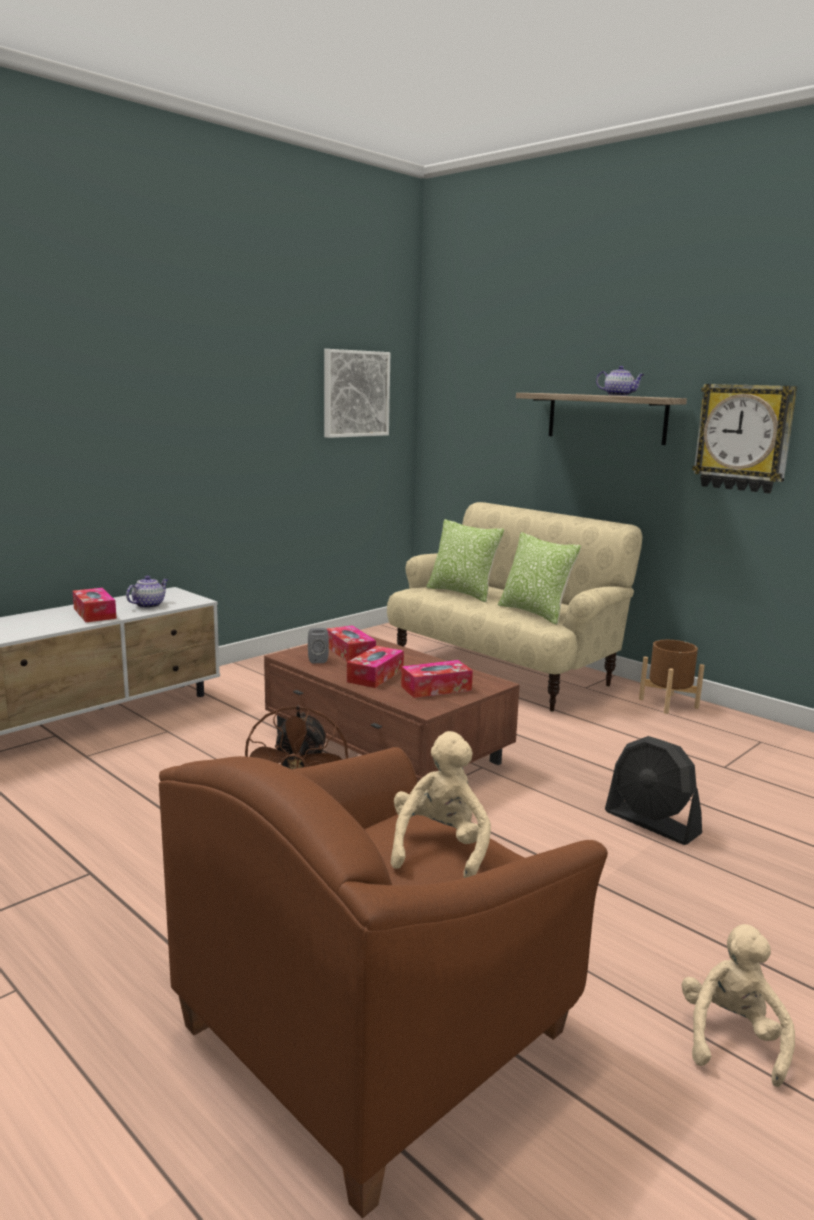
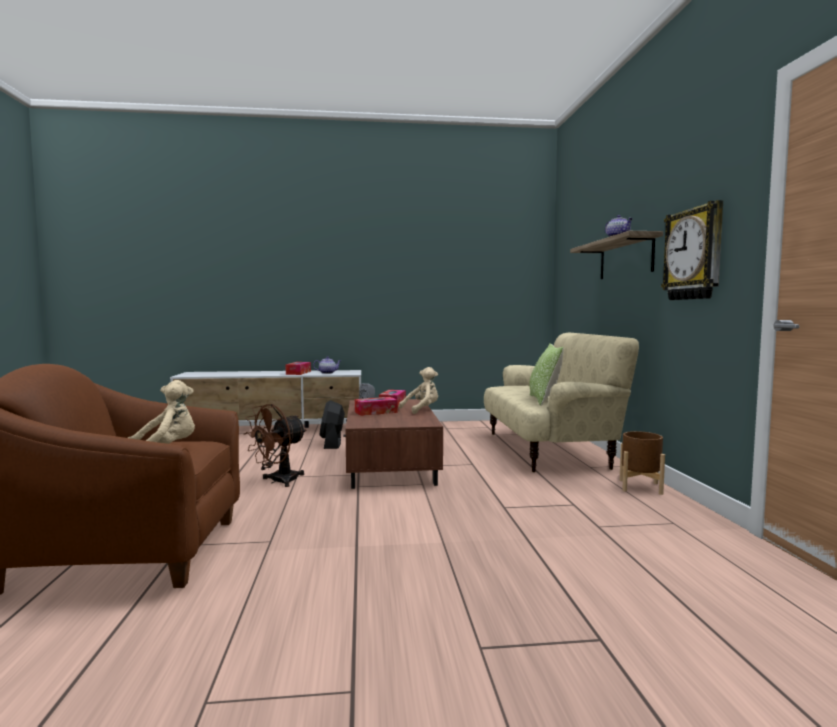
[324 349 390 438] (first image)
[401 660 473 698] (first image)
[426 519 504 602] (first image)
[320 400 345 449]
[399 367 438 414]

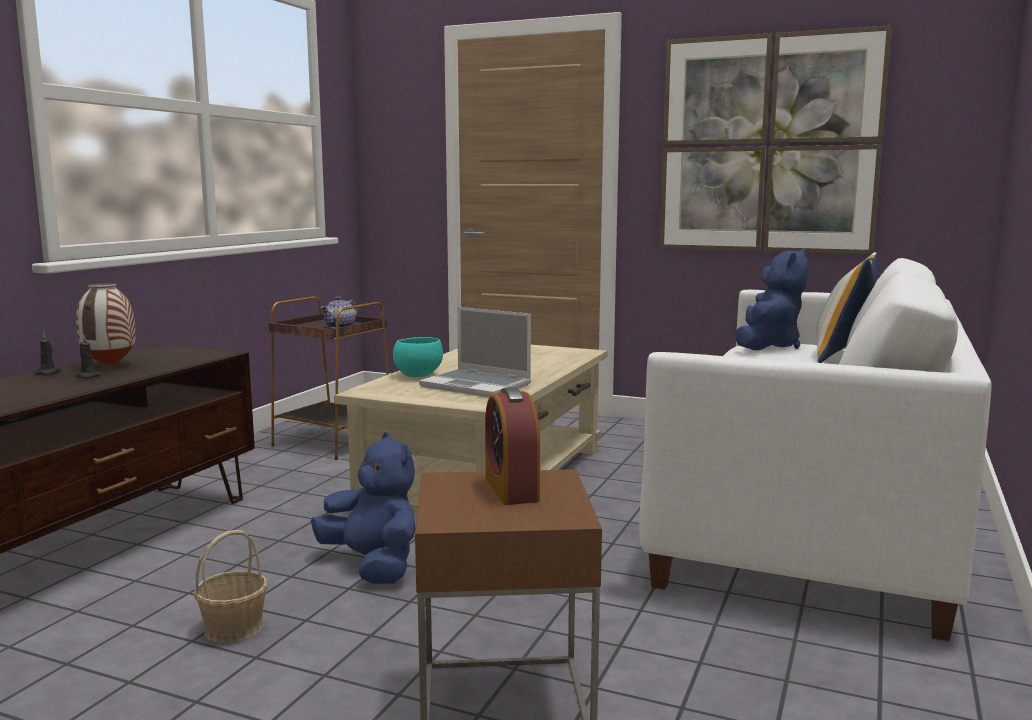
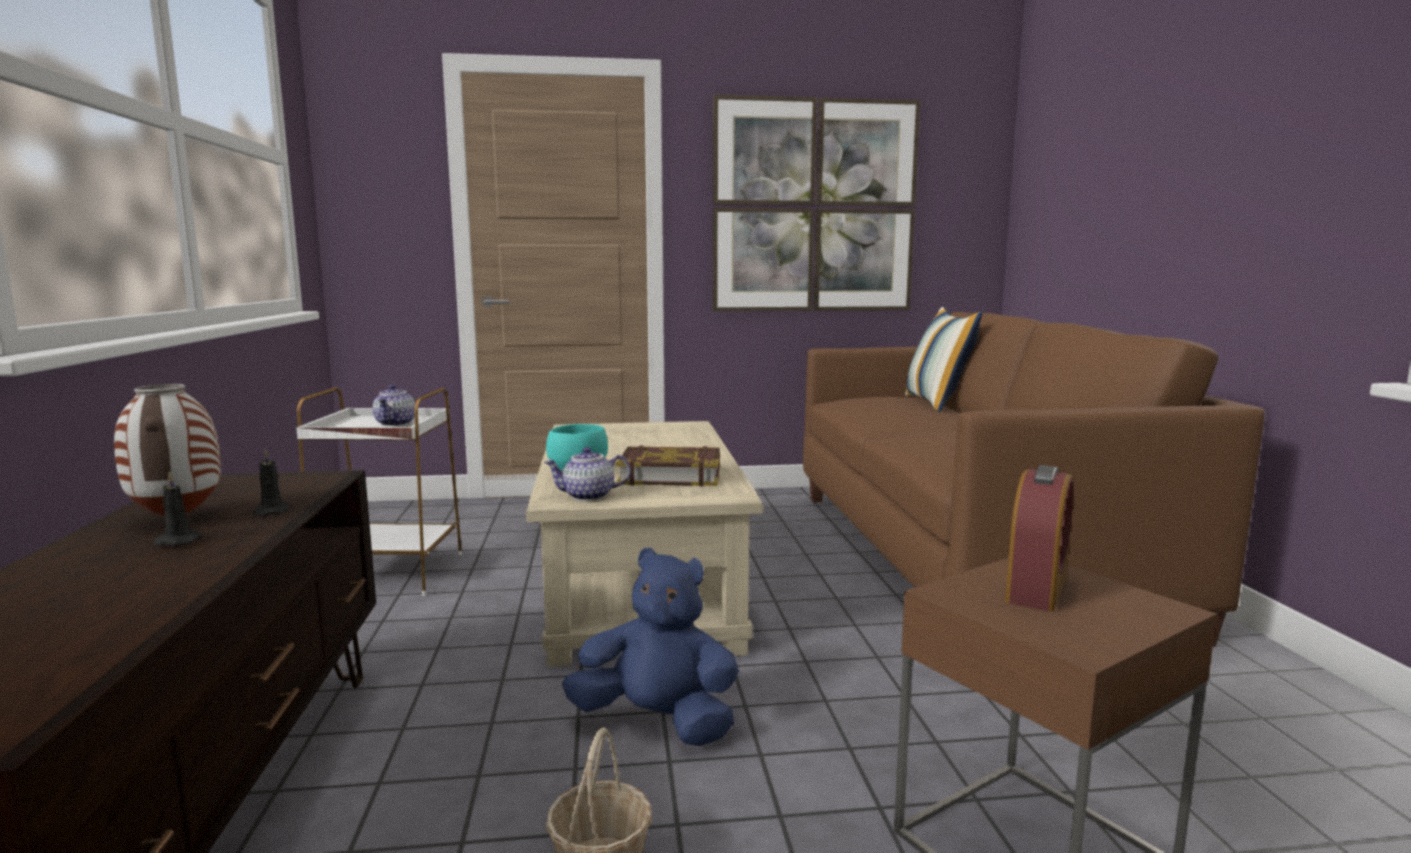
[253 449 290 516]
[296 387 462 596]
[616 445 720 486]
[1005 465 1074 611]
[803 312 1265 647]
[735 249 809 350] (first image)
[544 447 631 501]

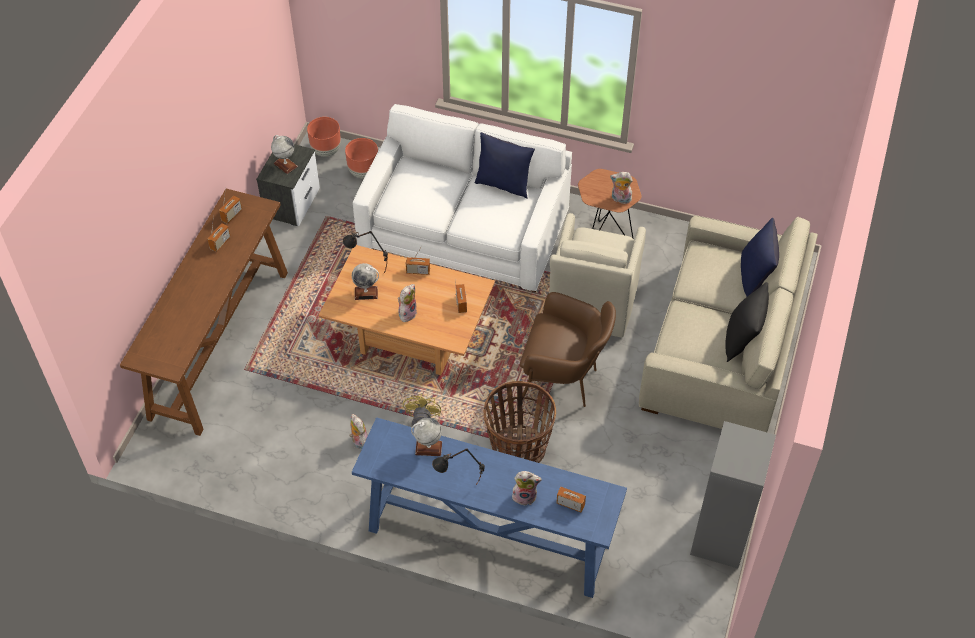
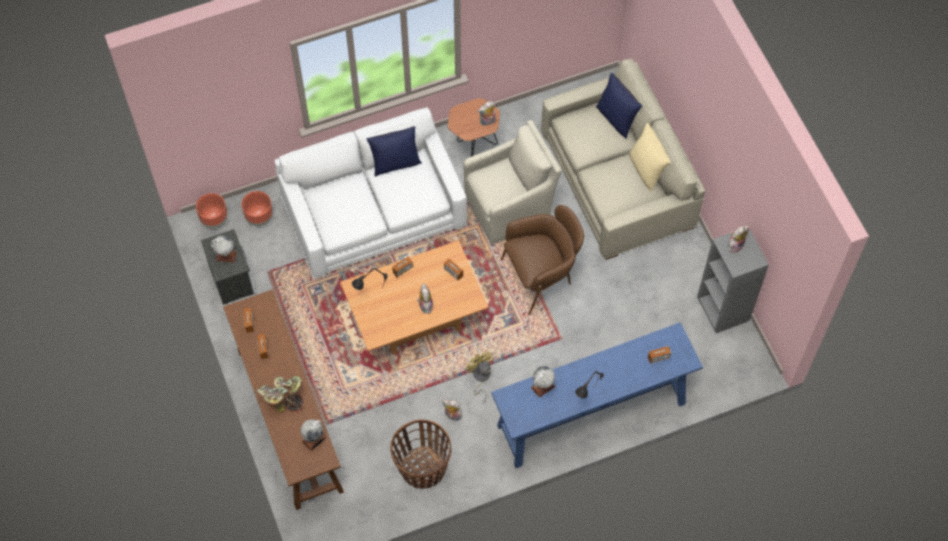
[300 419 326 451]
[390 419 452 489]
[728 226 749 253]
[463 120 562 244]
[629 123 671 192]
[257 376 304 413]

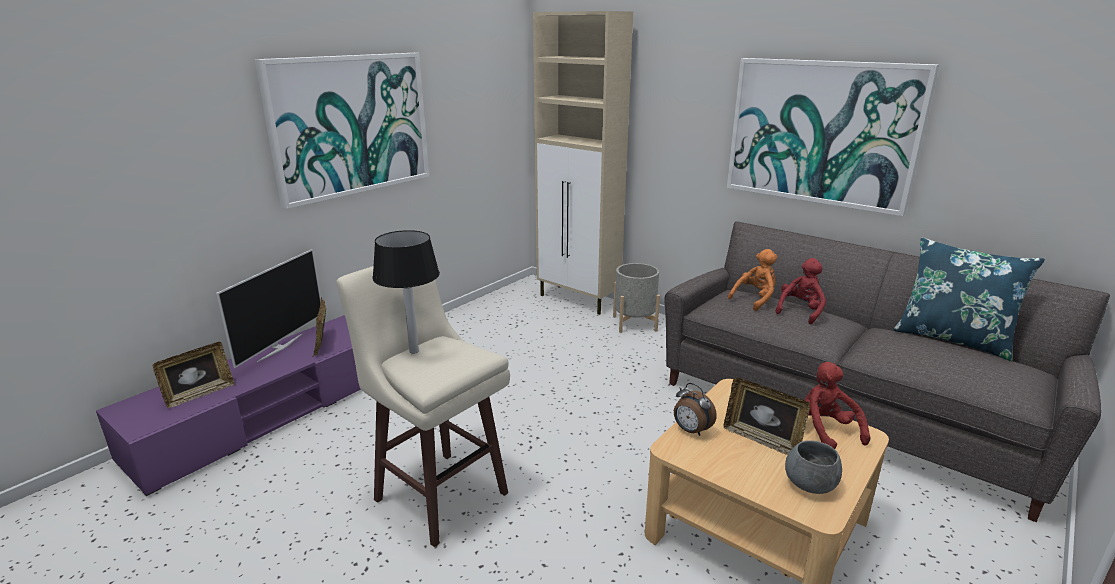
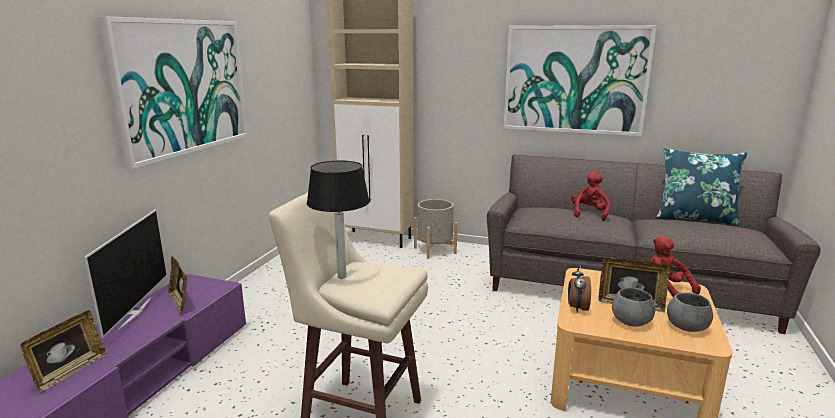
[568 265 591 313]
[728 249 778 311] (first image)
[612 288 655 327]

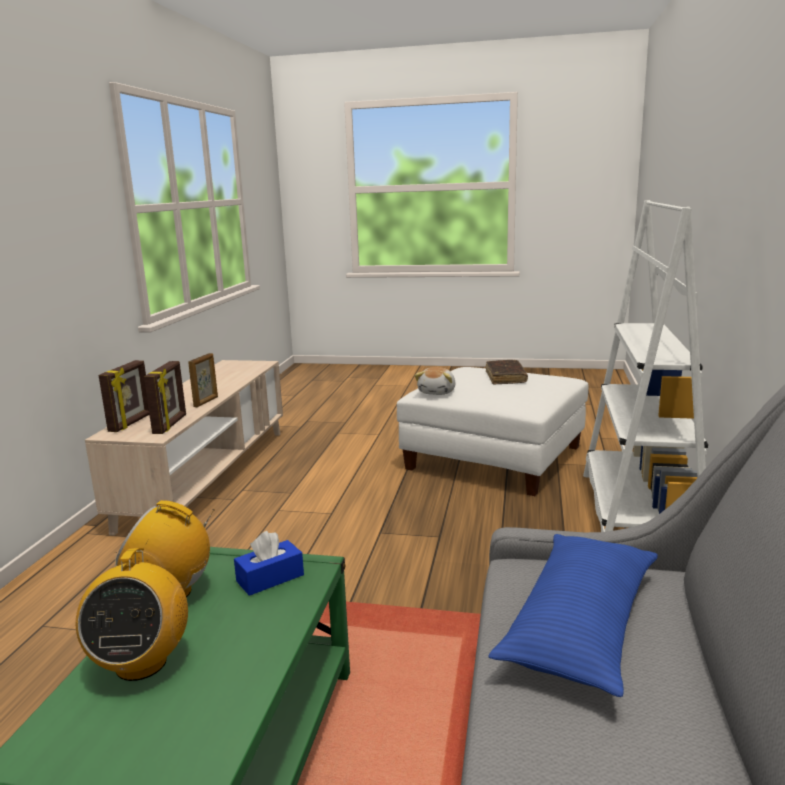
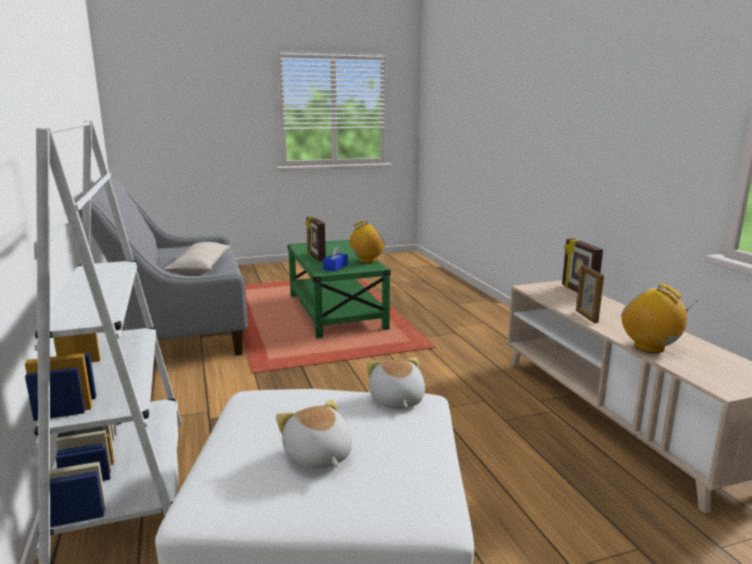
[621 284 698 353]
[306 217 326 262]
[276 399 352 469]
[163 242 230 274]

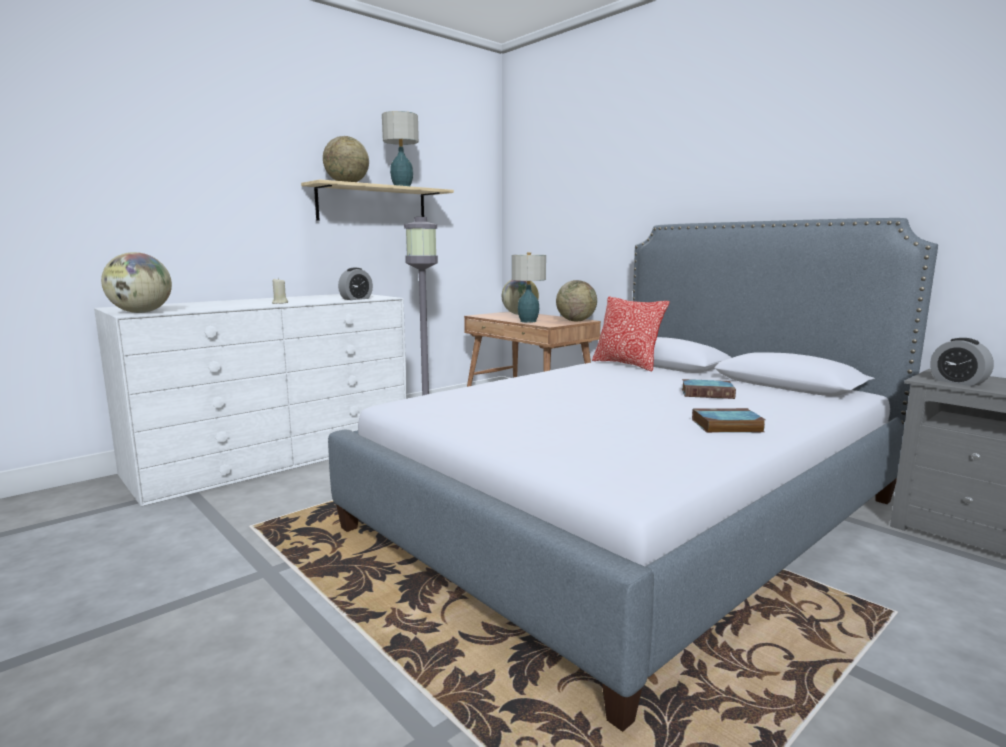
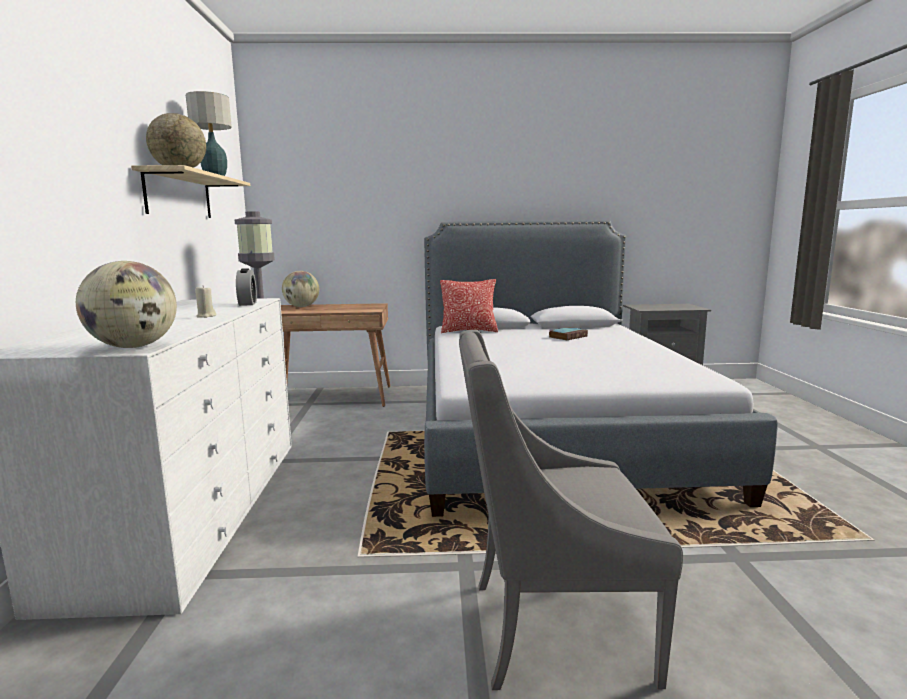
[512 252 546 323] (first image)
[556 280 597 321] (first image)
[692 408 766 433] (first image)
[930 338 994 386] (first image)
[459 330 683 690]

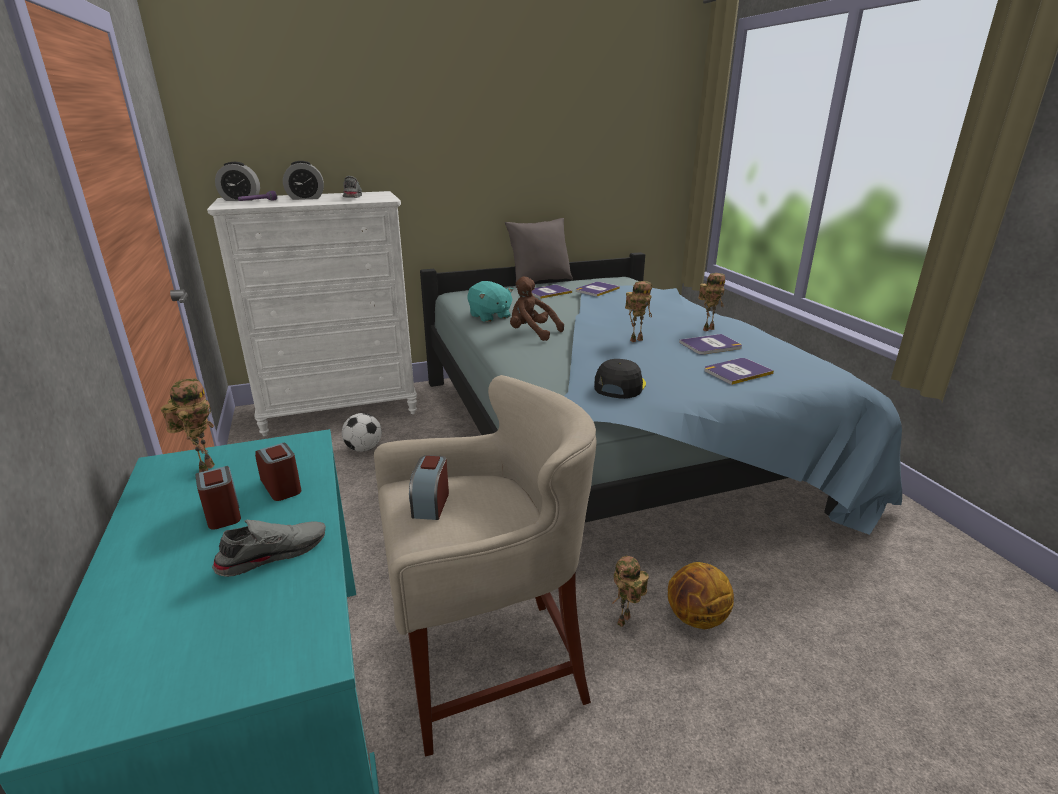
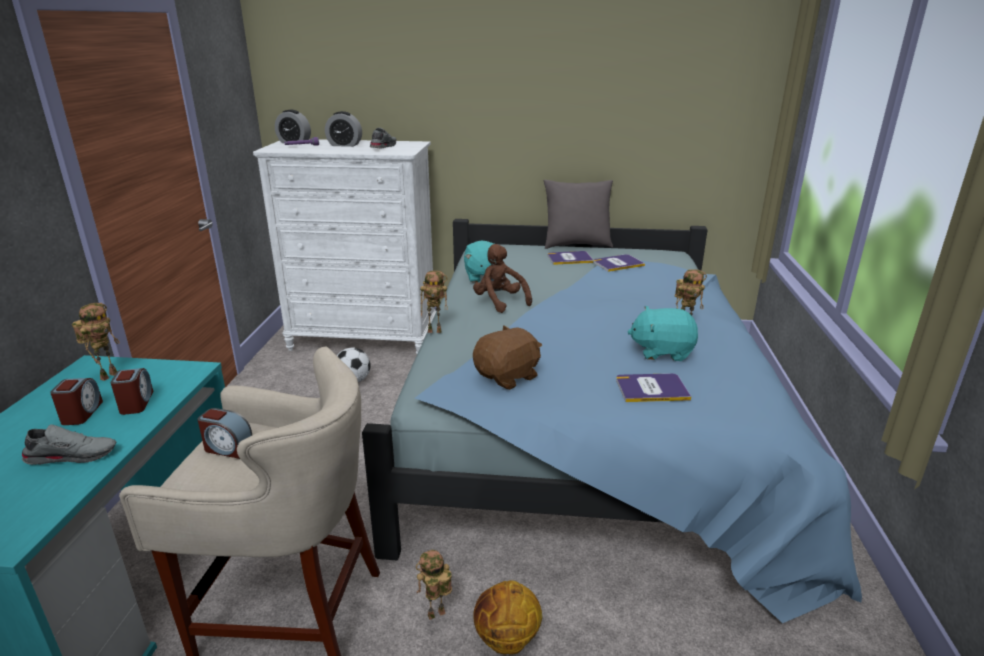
[197 408 252 459]
[473 325 542 390]
[420 271 448 333]
[628 306 698 361]

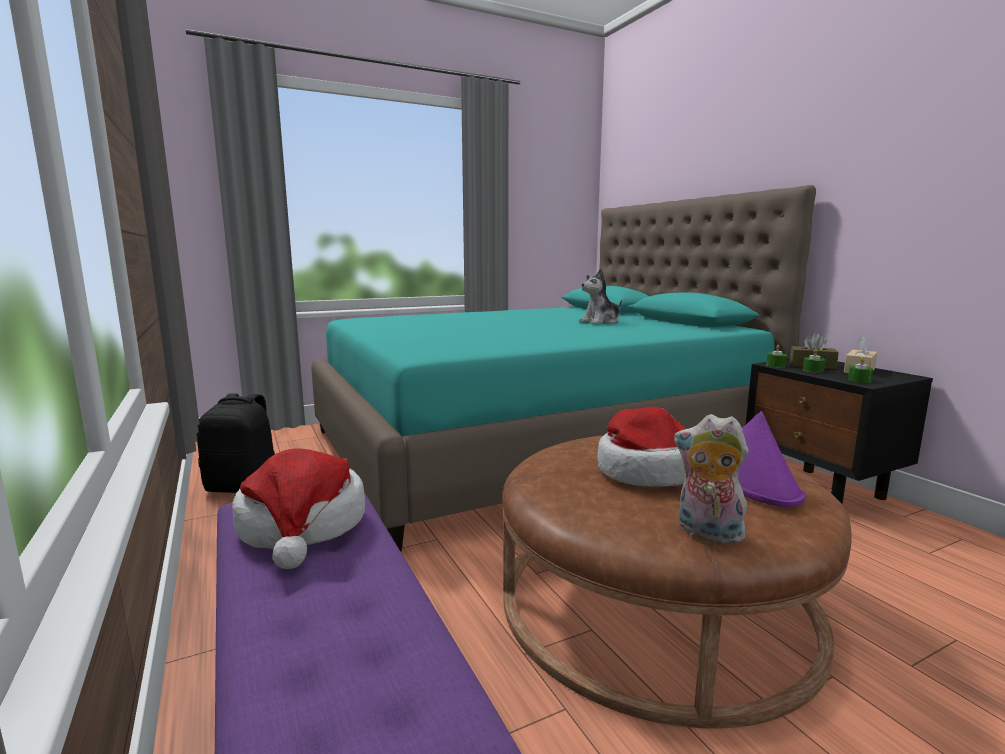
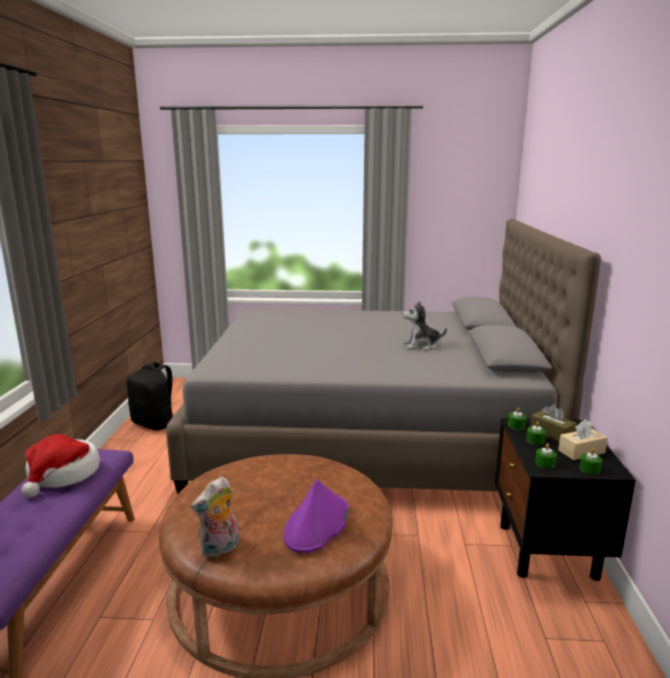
[166 219 601 495]
[597 407 685 487] (first image)
[191 477 239 559]
[579 448 602 474]

